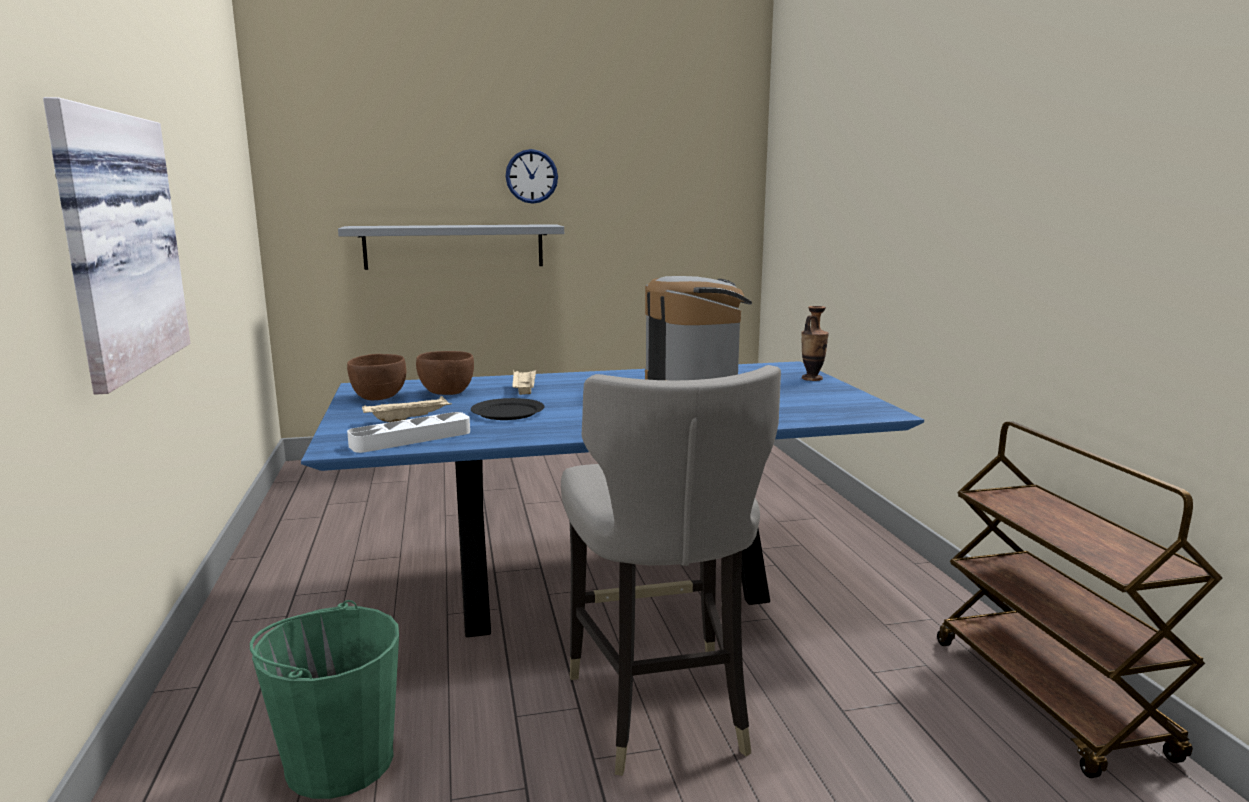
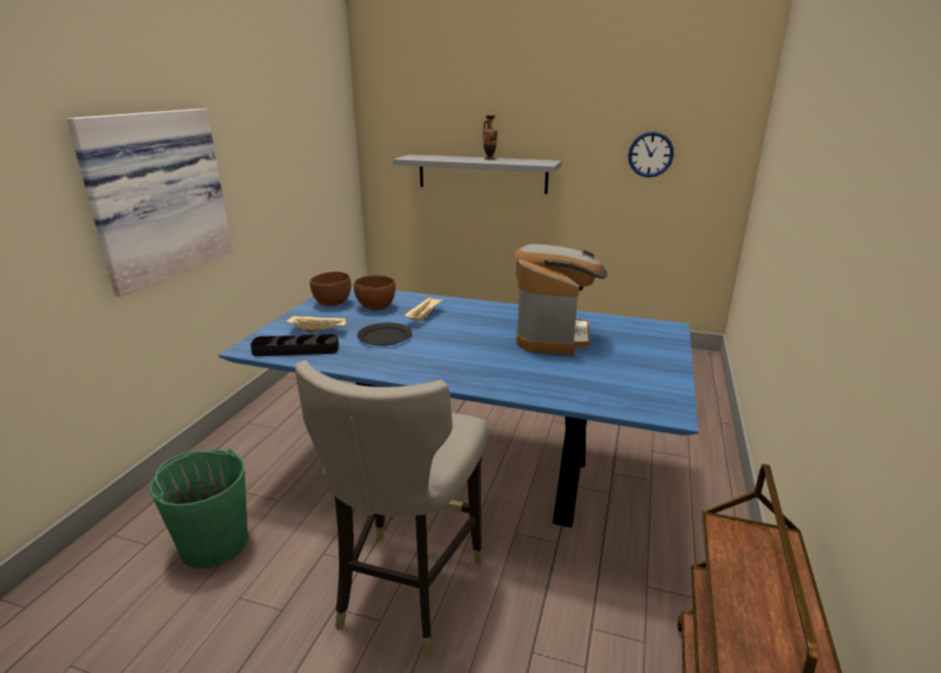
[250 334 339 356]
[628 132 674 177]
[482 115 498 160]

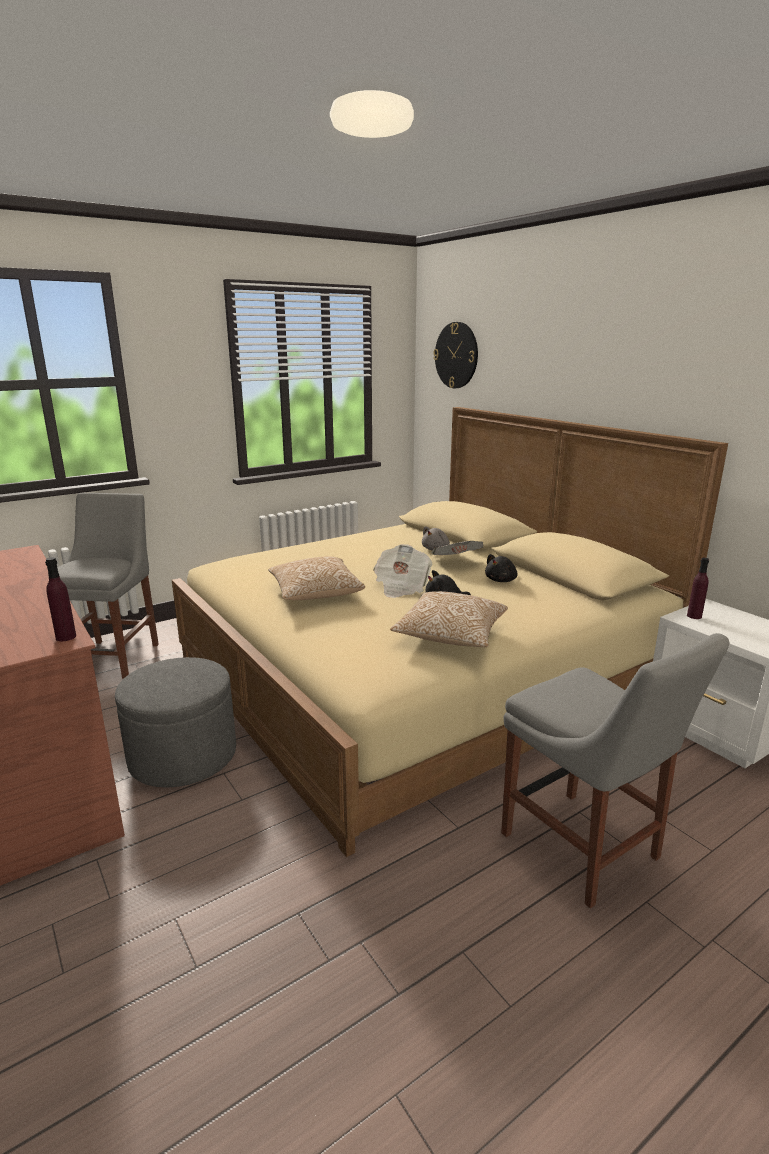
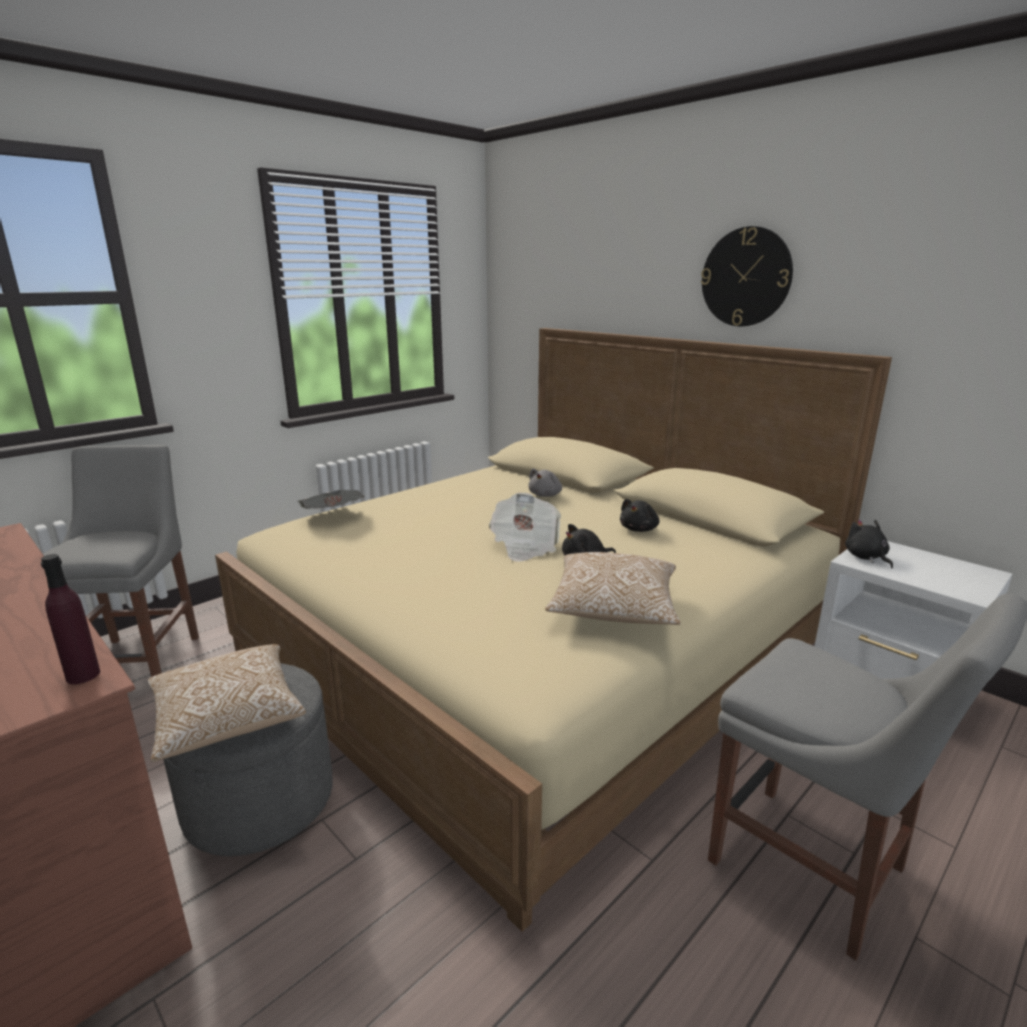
[148 644 306 762]
[297 490 364 509]
[701 226 793 326]
[845 520 893 568]

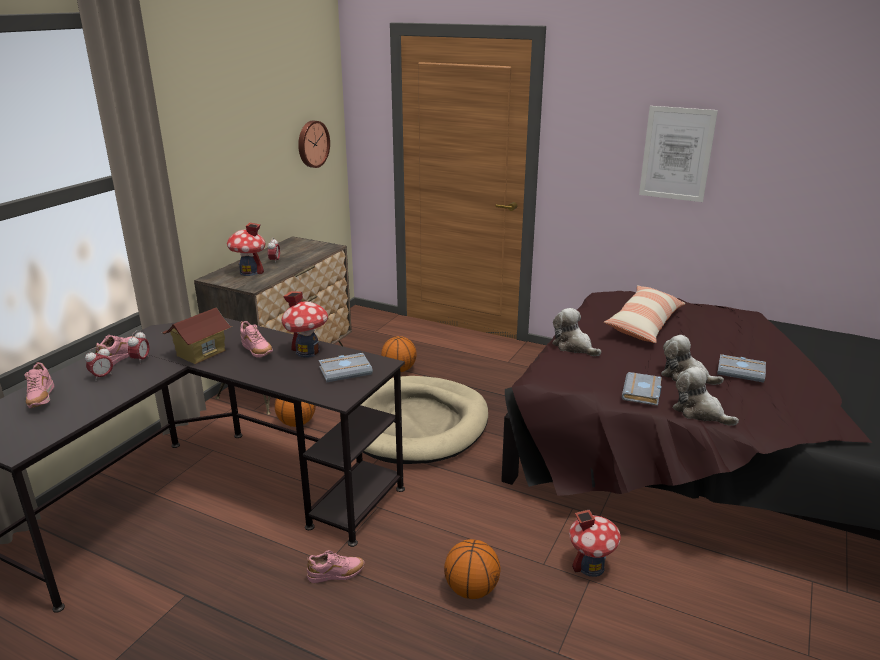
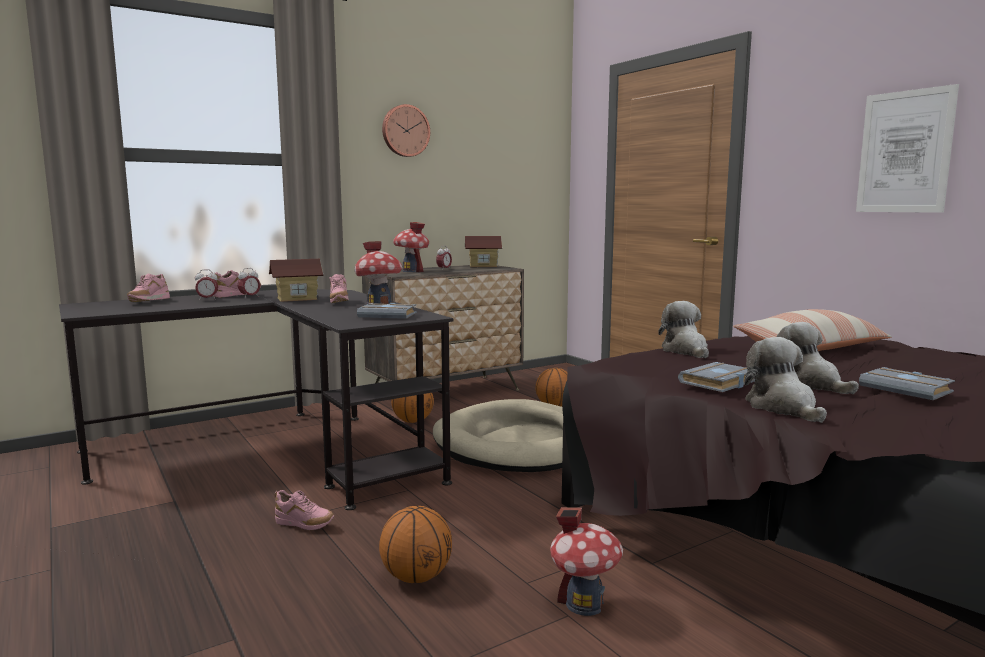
[382 104 430 157]
[465 236 502 267]

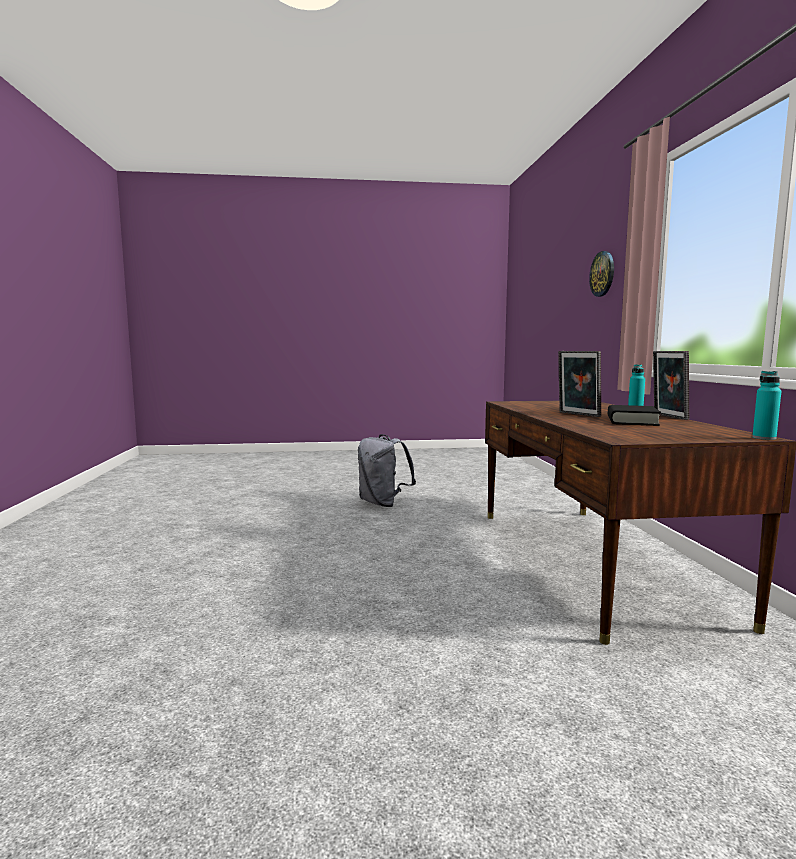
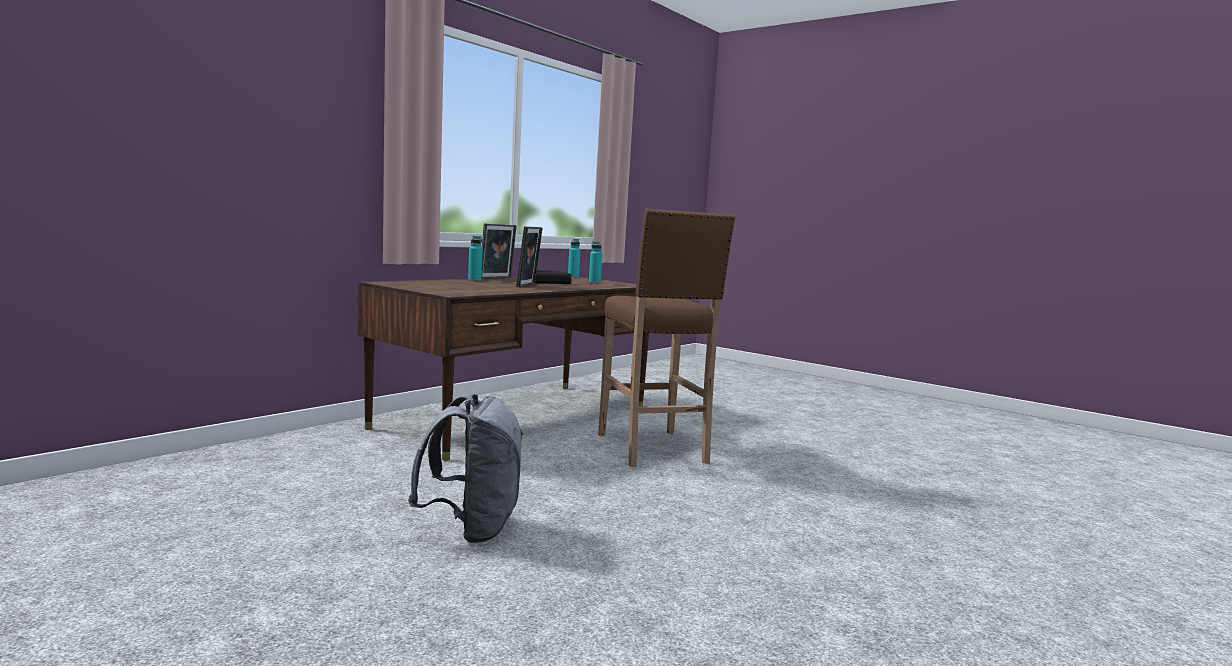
[589 251 614 297] (first image)
[589 241 602 283]
[598 208 735 467]

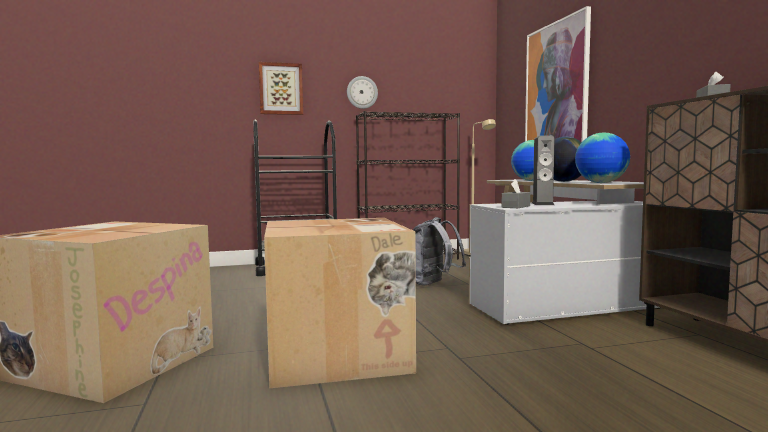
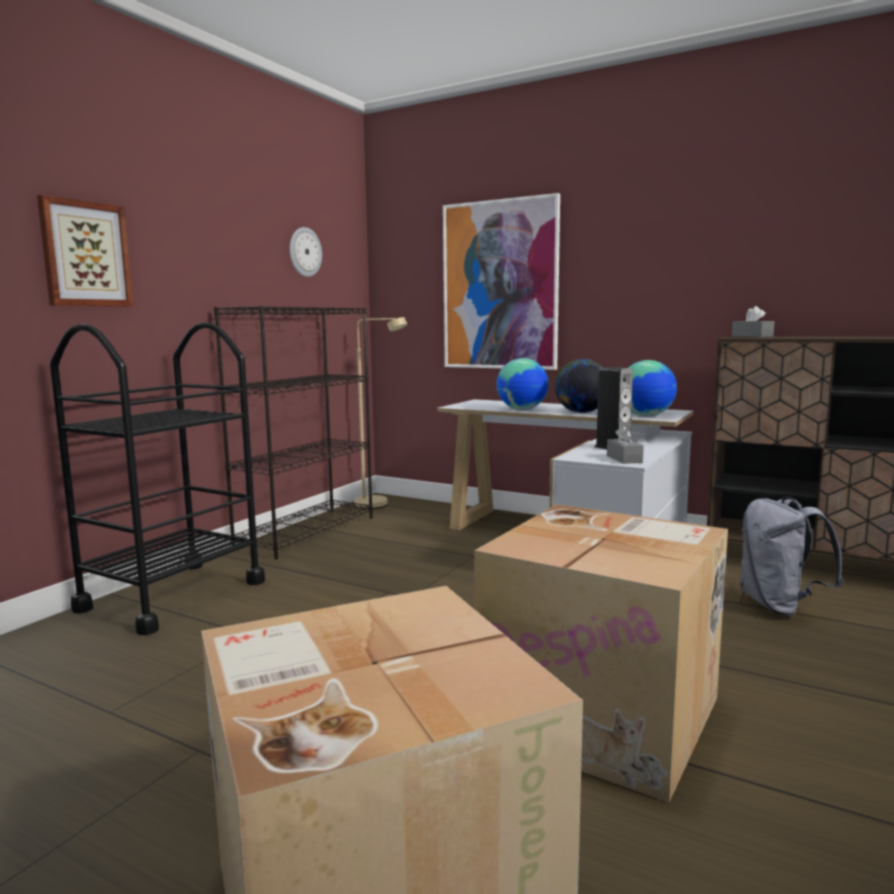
[290 227 322 277]
[740 497 844 617]

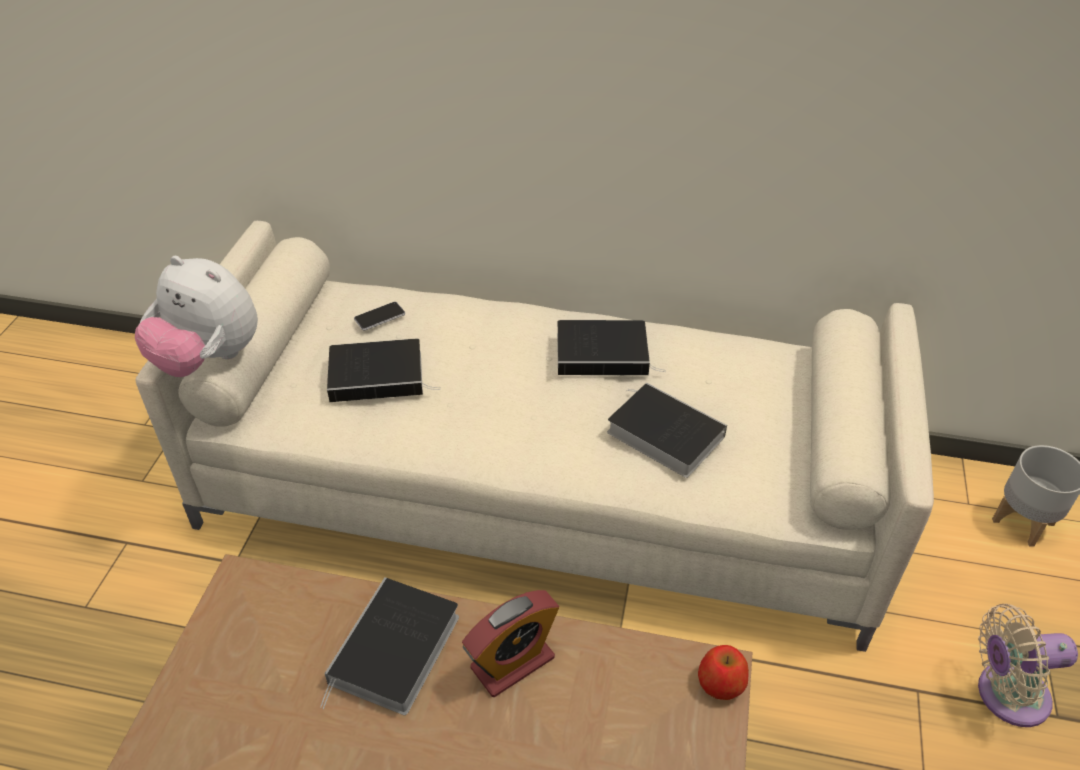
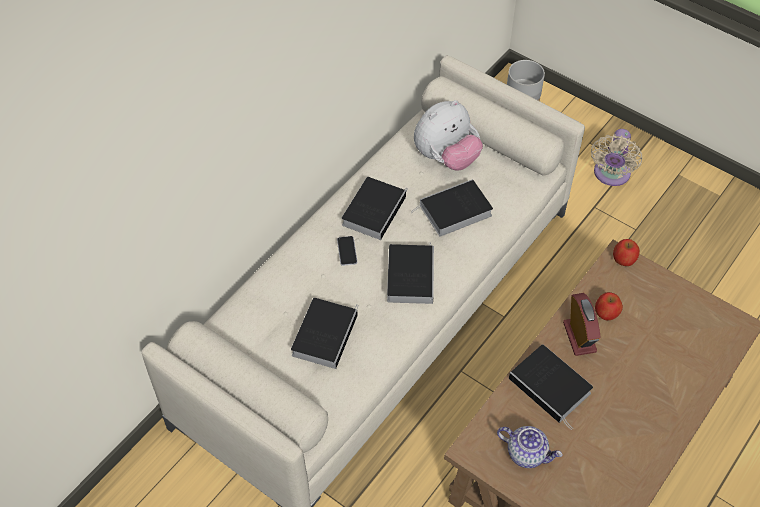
[414 100 483 170]
[337 236 357 266]
[387 243 434 304]
[497 426 562 468]
[595 292 623 321]

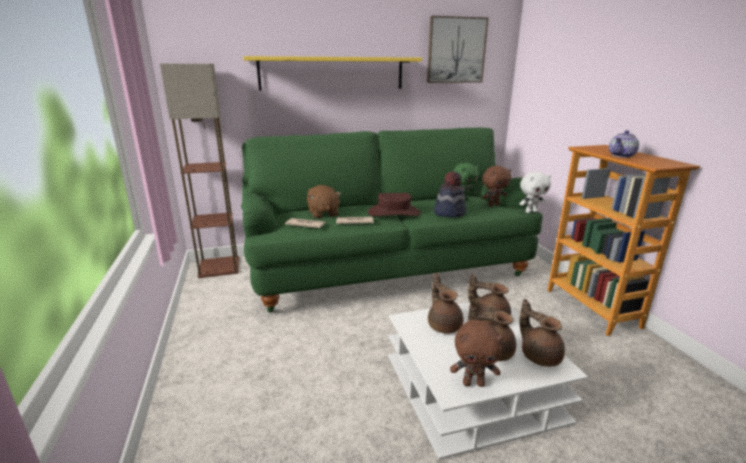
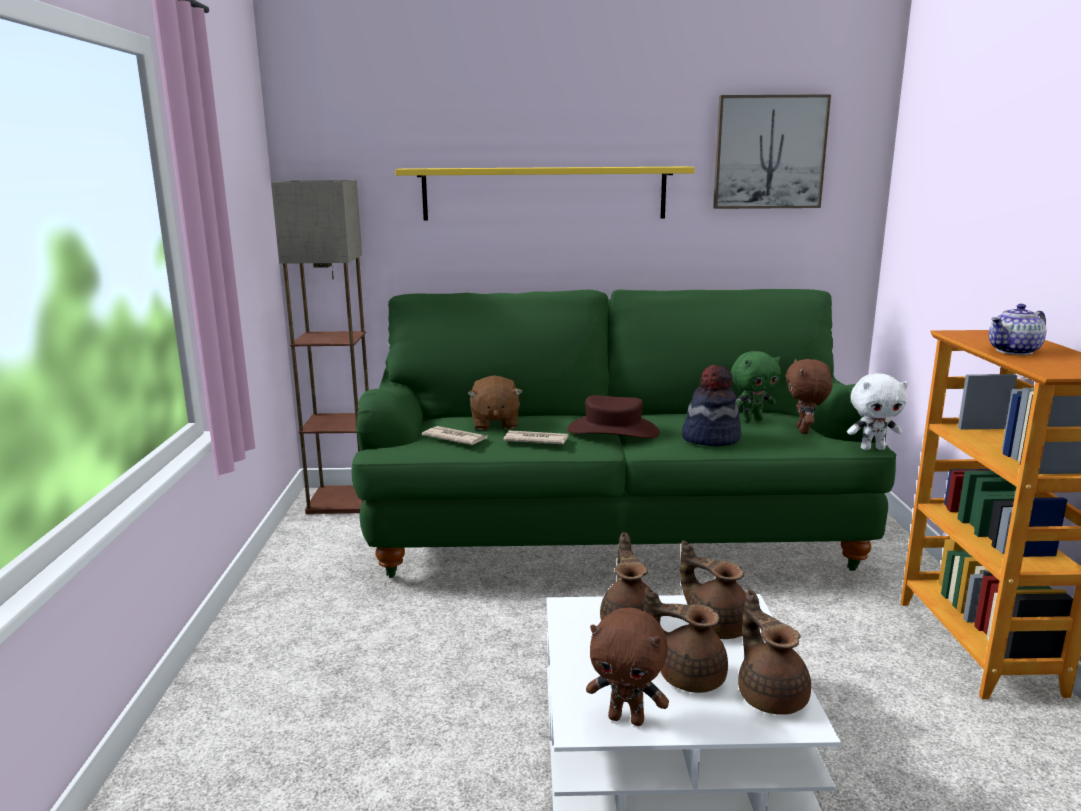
[785 359 832 434]

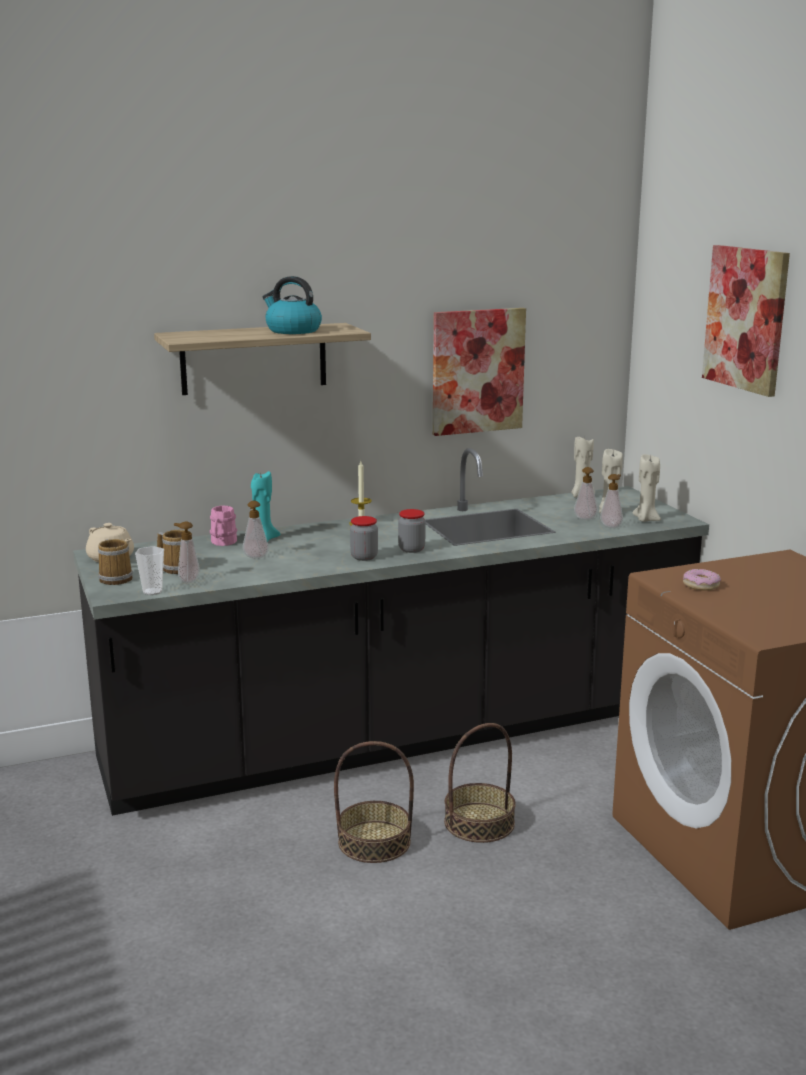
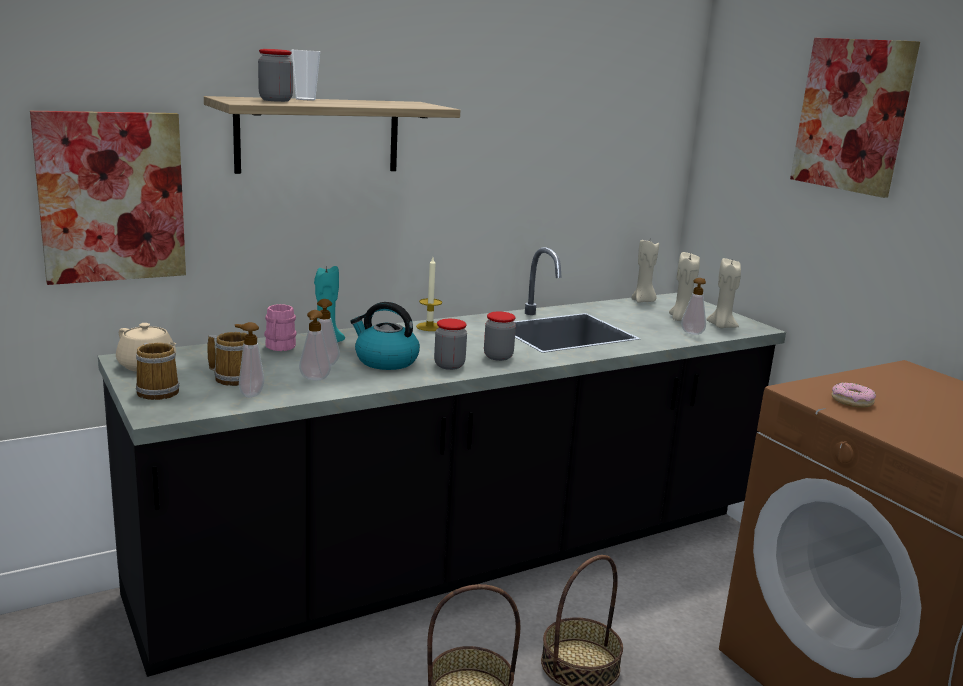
[291 50 320 100]
[350 302 420 370]
[30 111 186 285]
[299 310 331 380]
[258 49 293 102]

